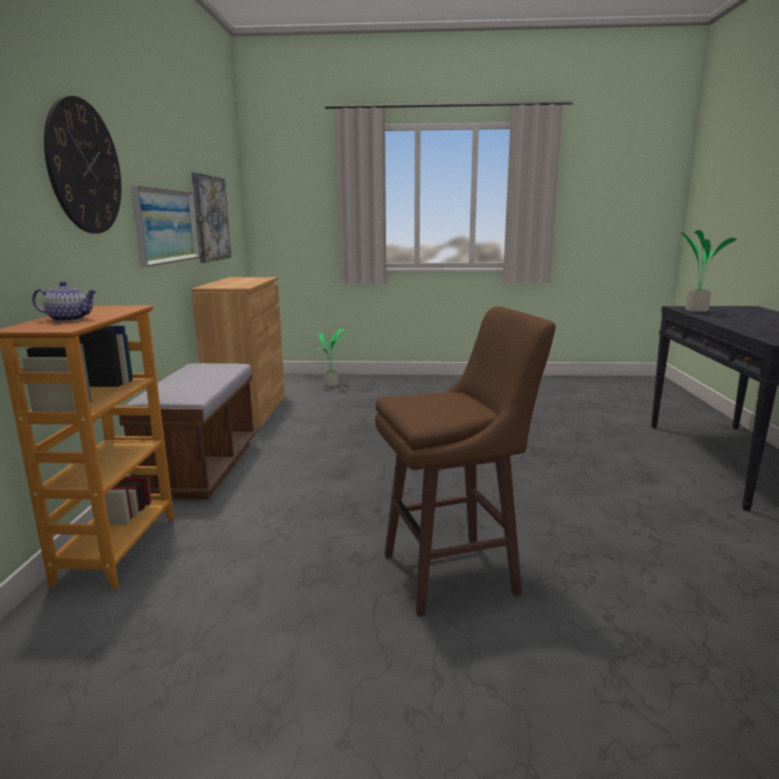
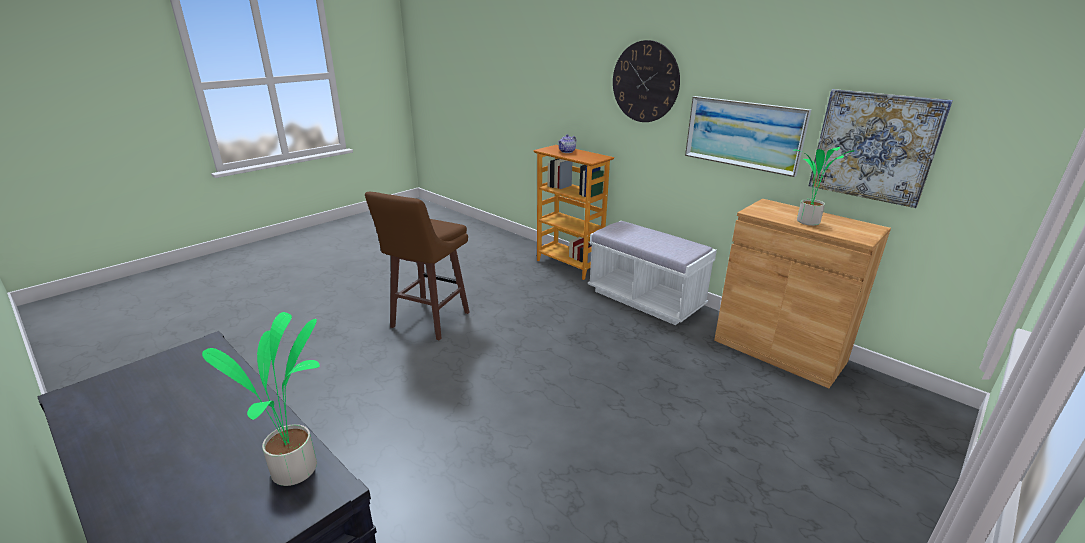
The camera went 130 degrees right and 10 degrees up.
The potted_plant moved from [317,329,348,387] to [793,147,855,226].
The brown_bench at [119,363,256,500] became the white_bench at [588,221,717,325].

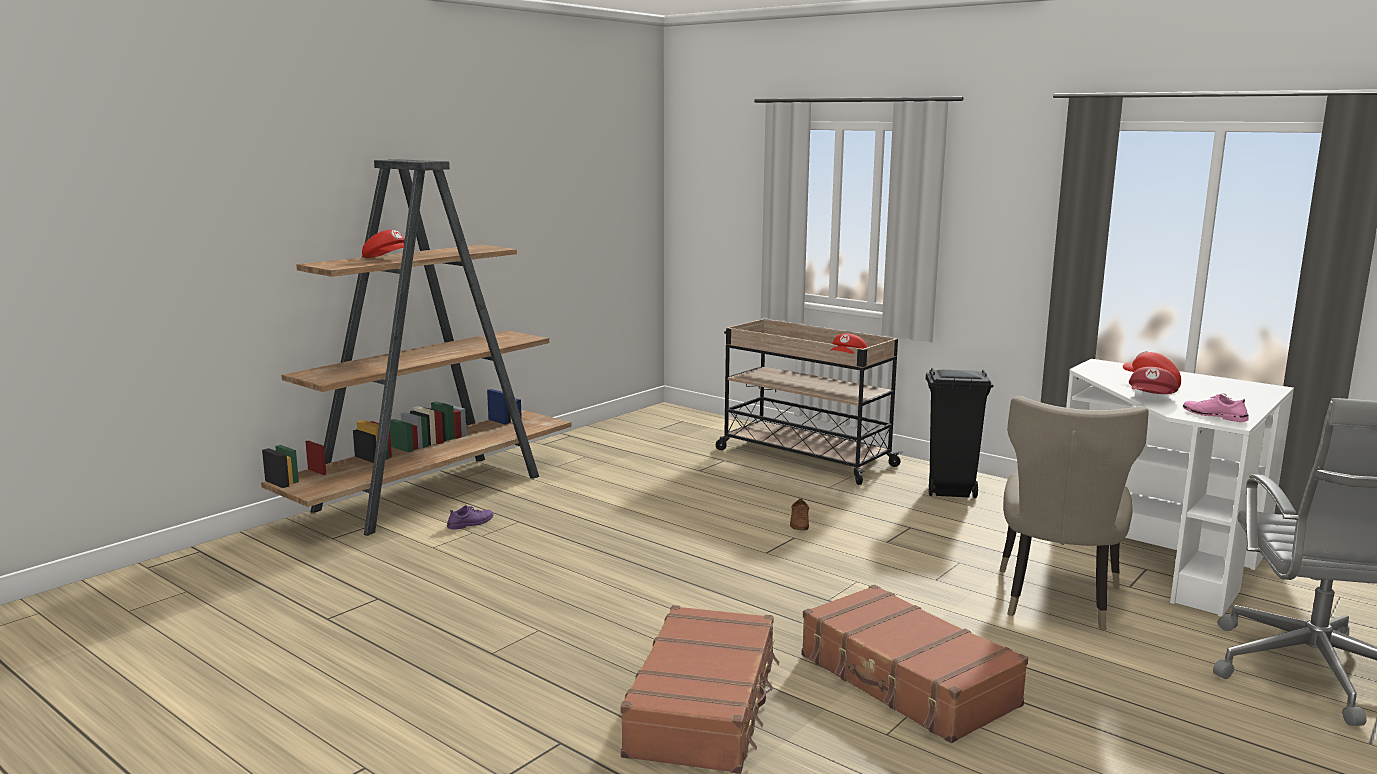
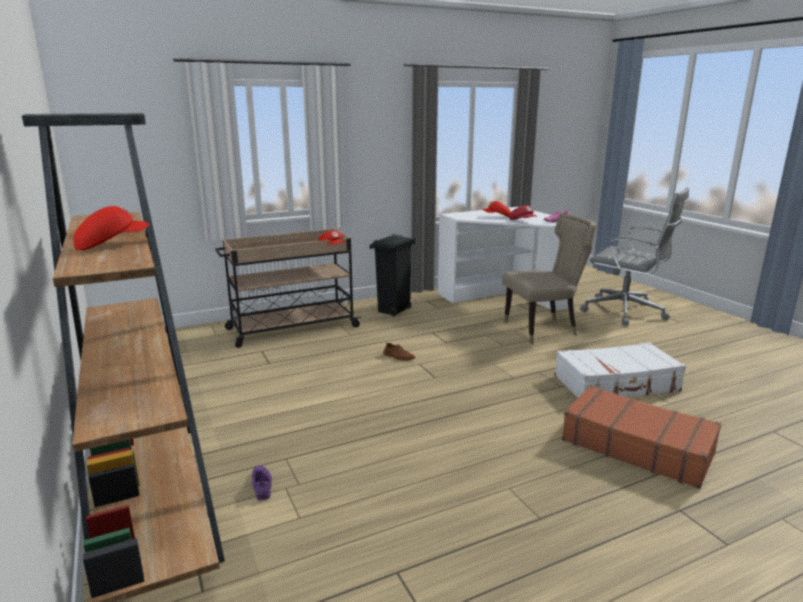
The camera went 65 degrees left and 5 degrees up.
The beige_chair at [999,396,1149,630] turned 60 degrees counterclockwise.
The brown_suitcase at [801,584,1028,743] became the white_suitcase at [555,342,686,397].

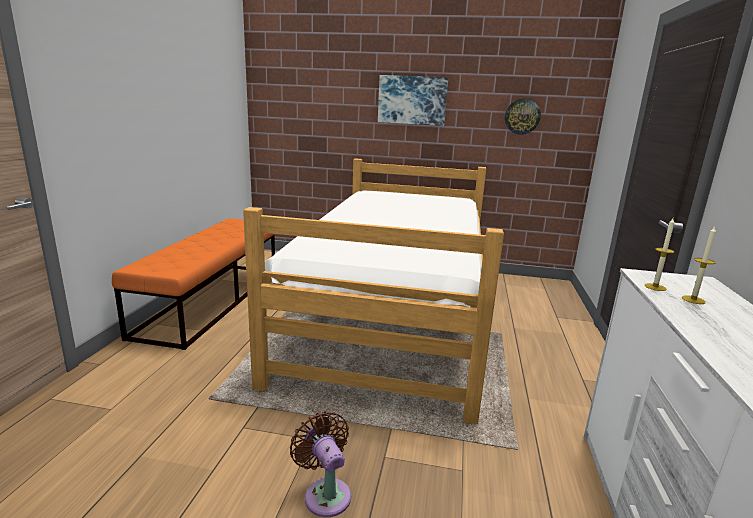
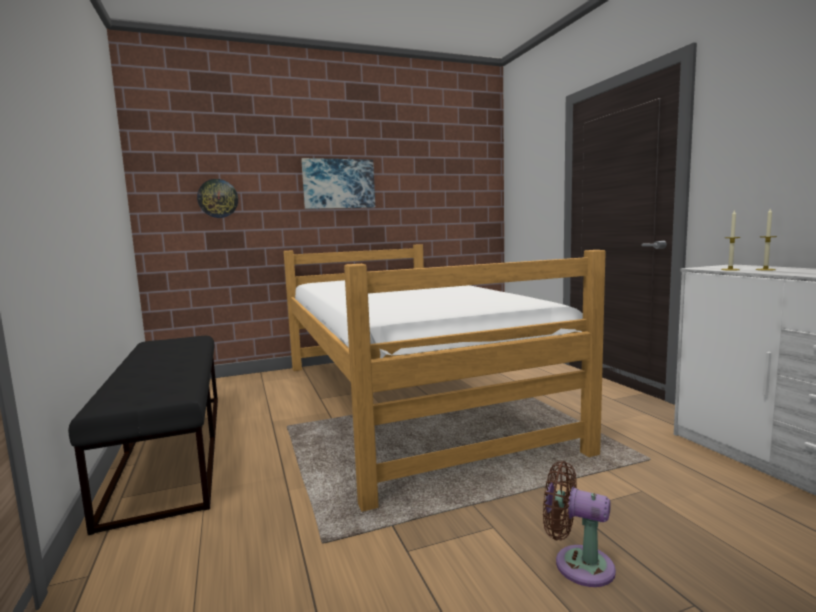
The camera went 30 degrees left and 10 degrees down.
The wall_clock moved from [505,98,541,135] to [197,179,238,218].
The orange_bench at [112,218,275,350] became the black_bench at [68,336,218,535].

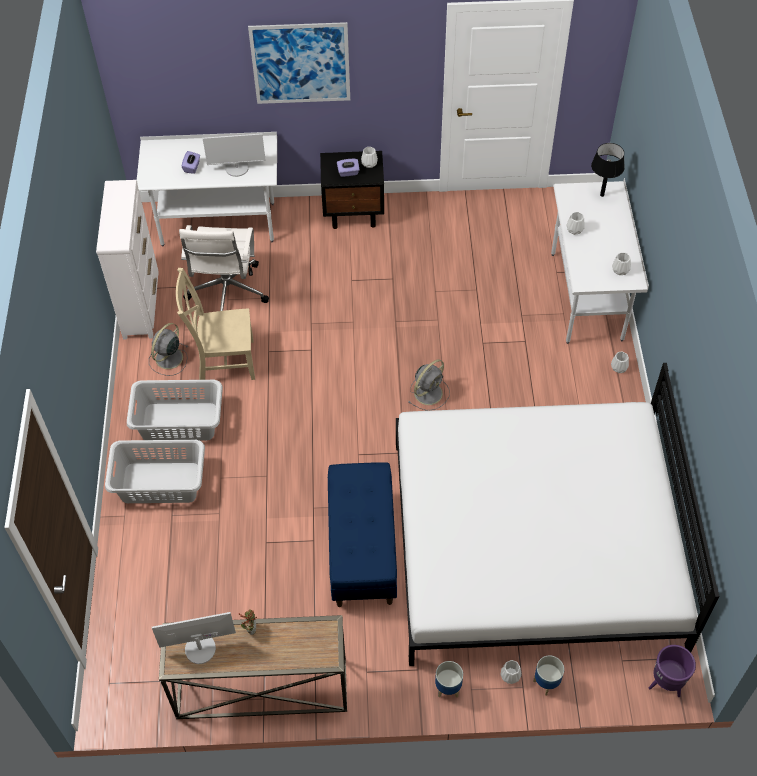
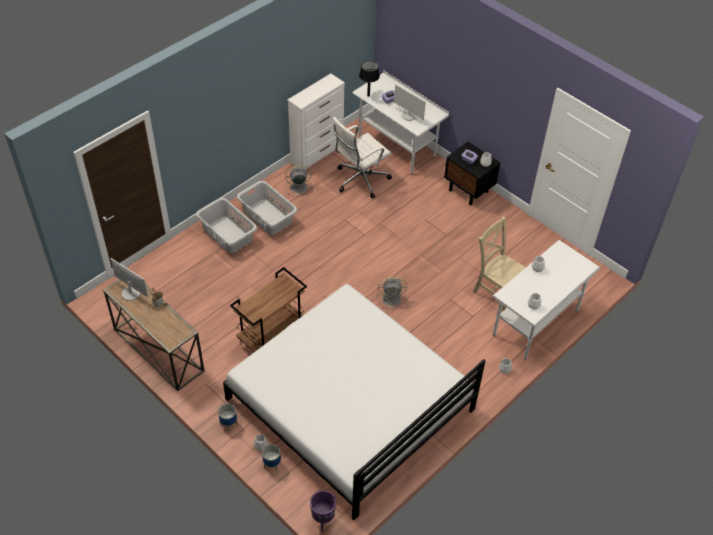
The camera went 45 degrees right and 5 degrees down.
The picture at [248,22,350,104] disappeared.
The black_table_lamp moved from [591,143,625,197] to [359,61,380,97].
The beige_chair moved from [176,268,255,380] to [473,216,526,312].
The blue_bench at [328,462,397,607] was replaced by the brown_cart at [230,267,307,352].

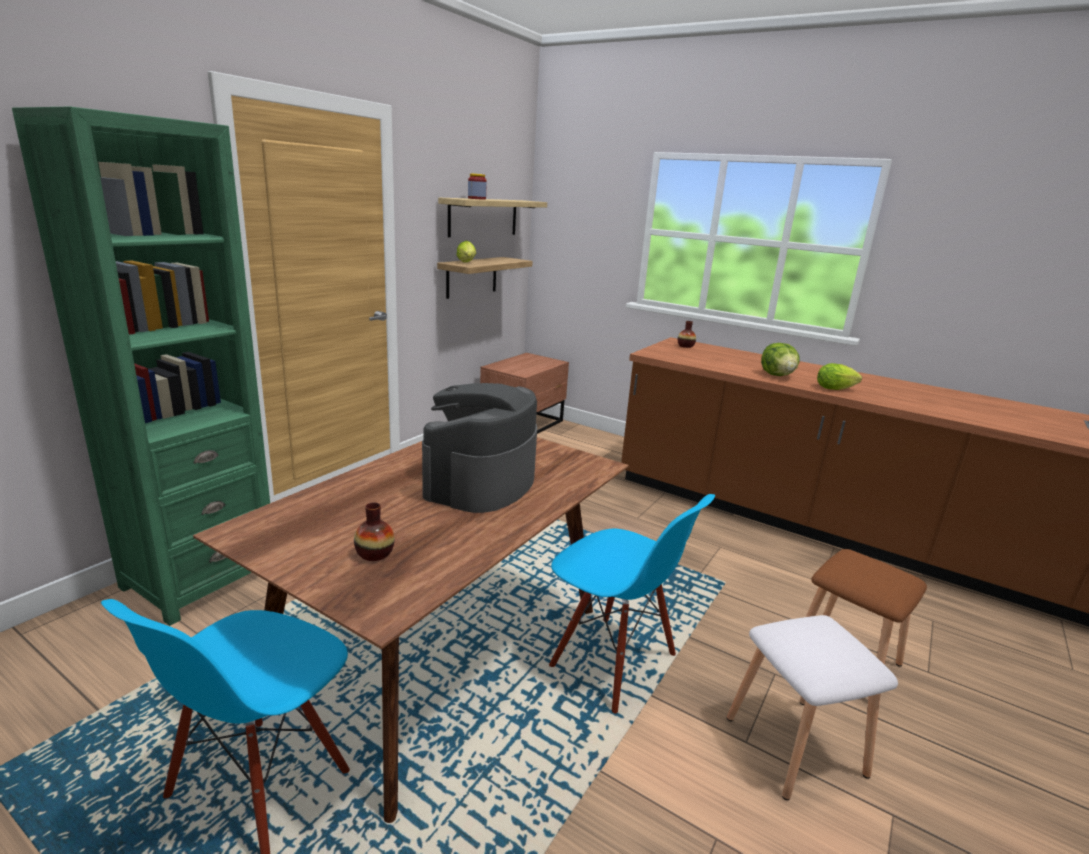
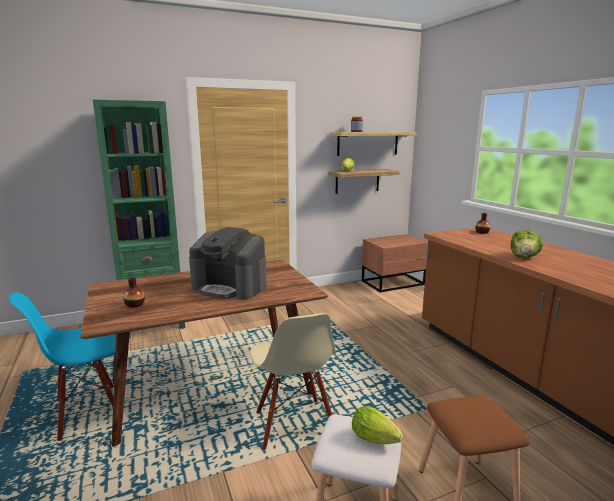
The camera went 35 degrees right and 5 degrees down.
The lettuce moved from [817,363,862,390] to [352,406,403,444].
The coffee_machine at [422,383,537,513] turned 120 degrees counterclockwise.
The blue_chair at [549,494,715,714] became the beige_chair at [250,313,336,450].

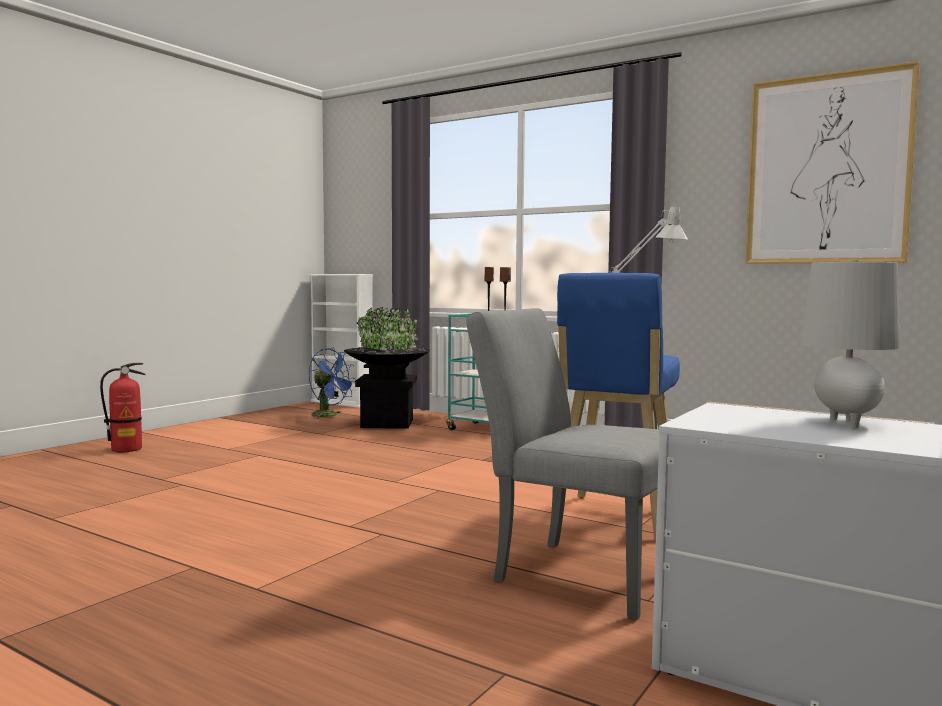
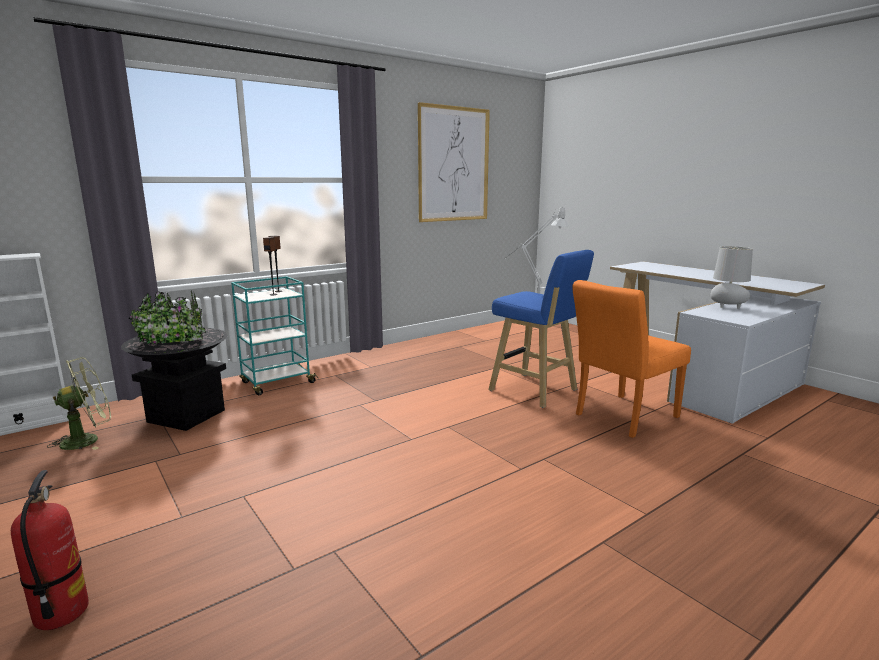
The camera went 70 degrees left and 10 degrees up.
The grey_chair at [466,308,659,620] became the orange_chair at [572,280,691,438].
The blue_fan at [309,348,356,419] became the green_fan at [47,357,111,450].

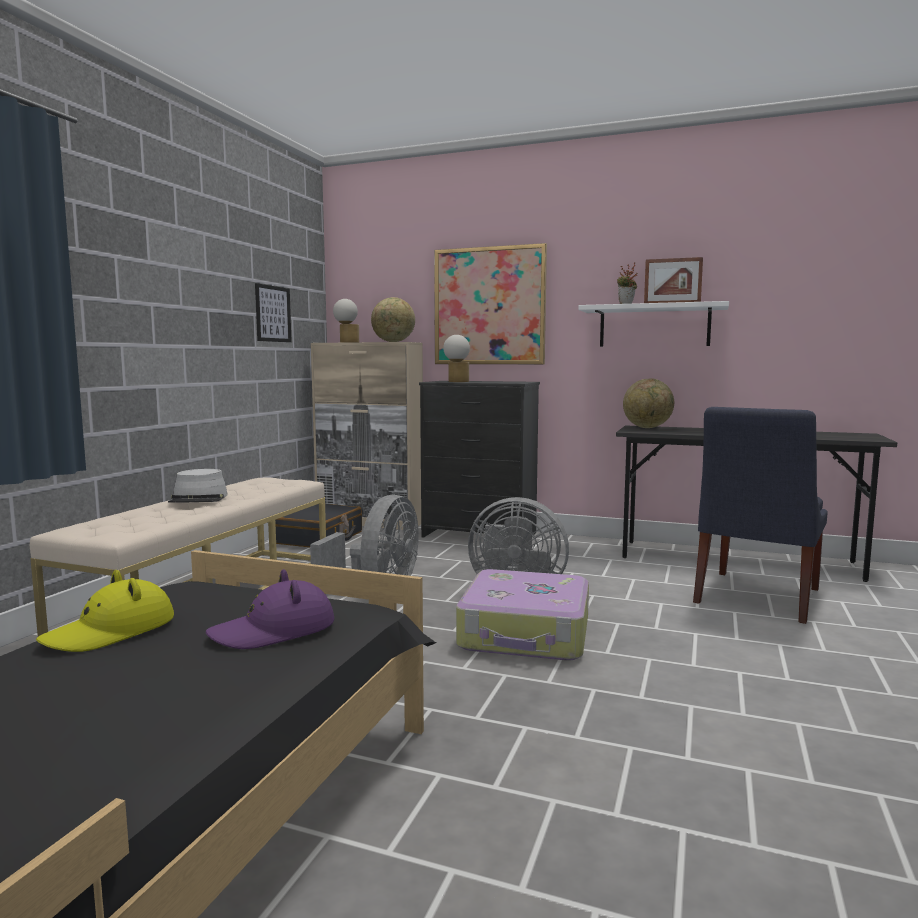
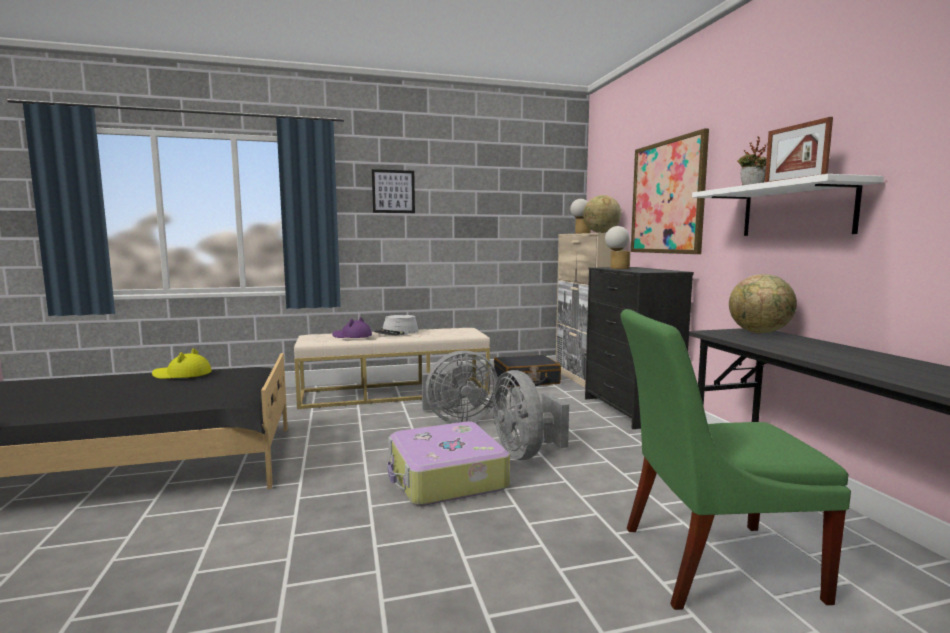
The camera went 55 degrees right and 0 degrees up.
The picture moved from [255,283,292,342] to [372,169,415,213].
The blue_chair at [693,407,828,624] became the green_chair at [620,309,851,610].
The purple_hat moved from [206,569,334,649] to [332,317,372,338].

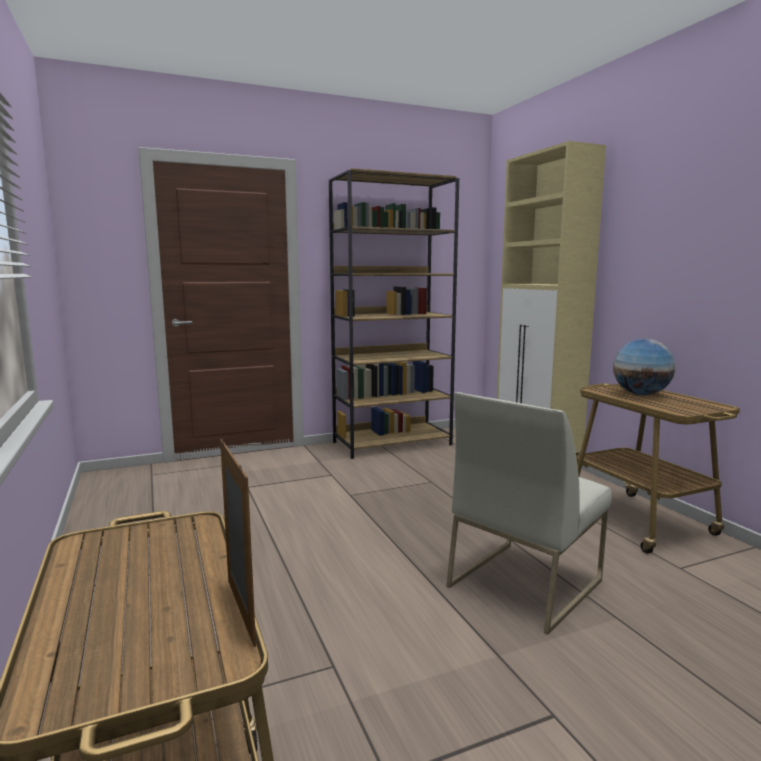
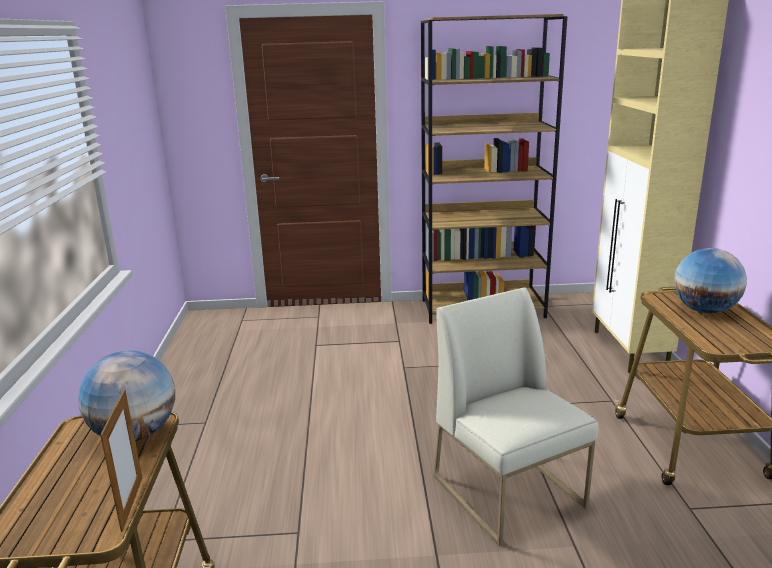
The camera went 20 degrees right and 10 degrees up.
The white_chair at [446,392,612,635] turned 90 degrees clockwise.
The globe at [78,350,175,441] appeared.

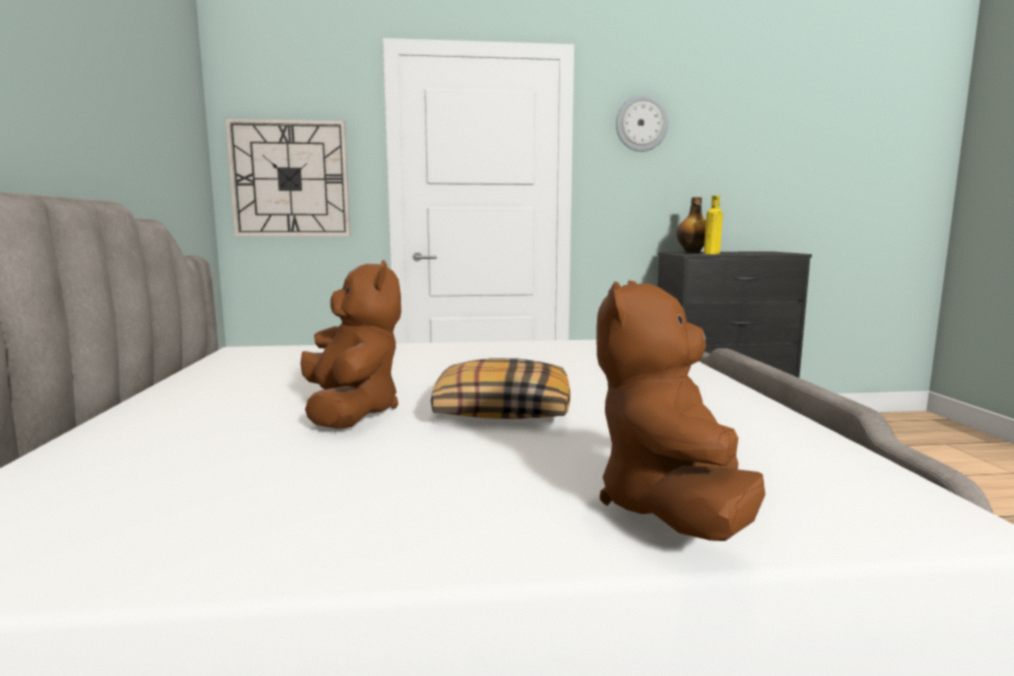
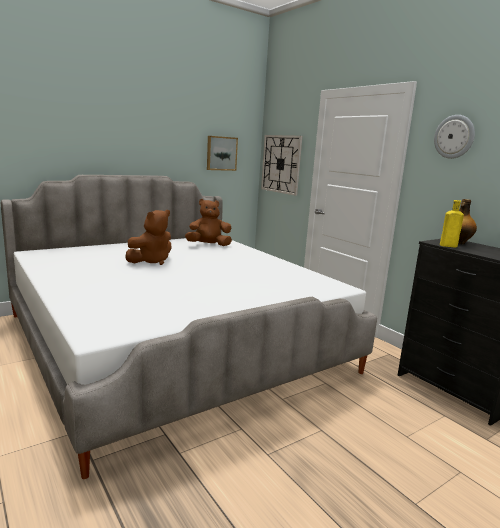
The camera went 60 degrees right and 5 degrees up.
The brown_plush_toy moved from [596,280,765,541] to [185,199,232,246].
The pillow at [431,358,570,419] disappeared.
The picture at [207,136,238,171] appeared.

